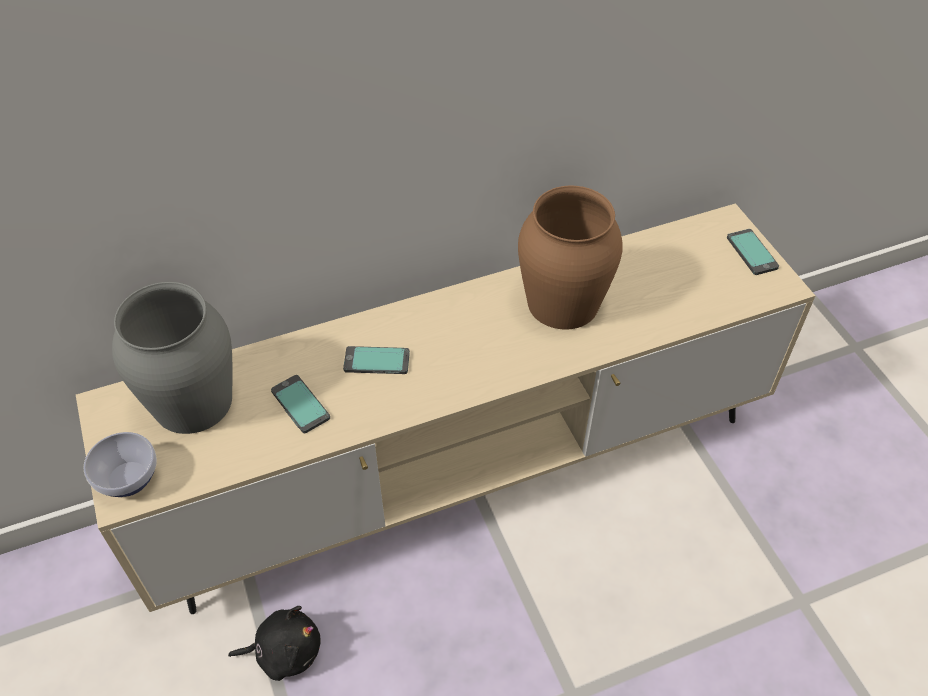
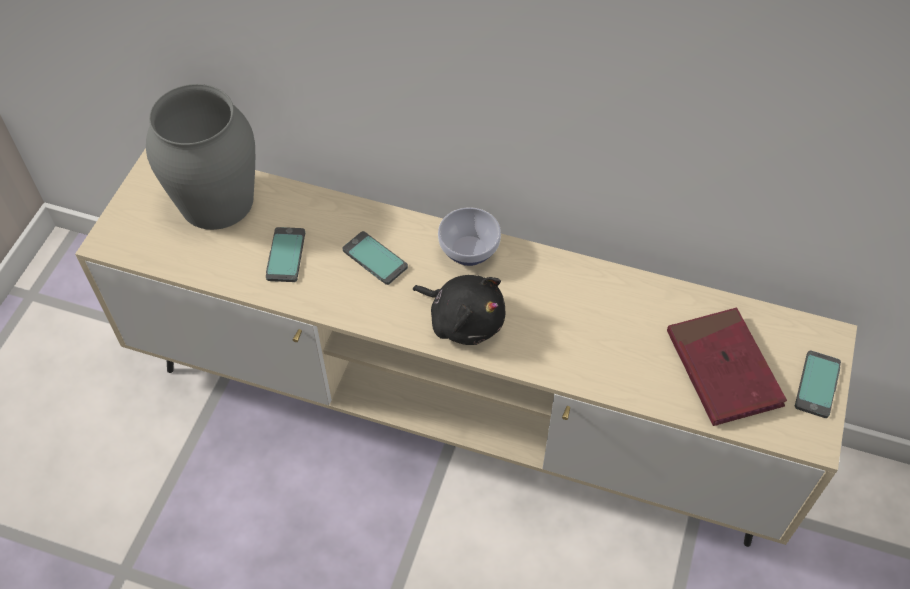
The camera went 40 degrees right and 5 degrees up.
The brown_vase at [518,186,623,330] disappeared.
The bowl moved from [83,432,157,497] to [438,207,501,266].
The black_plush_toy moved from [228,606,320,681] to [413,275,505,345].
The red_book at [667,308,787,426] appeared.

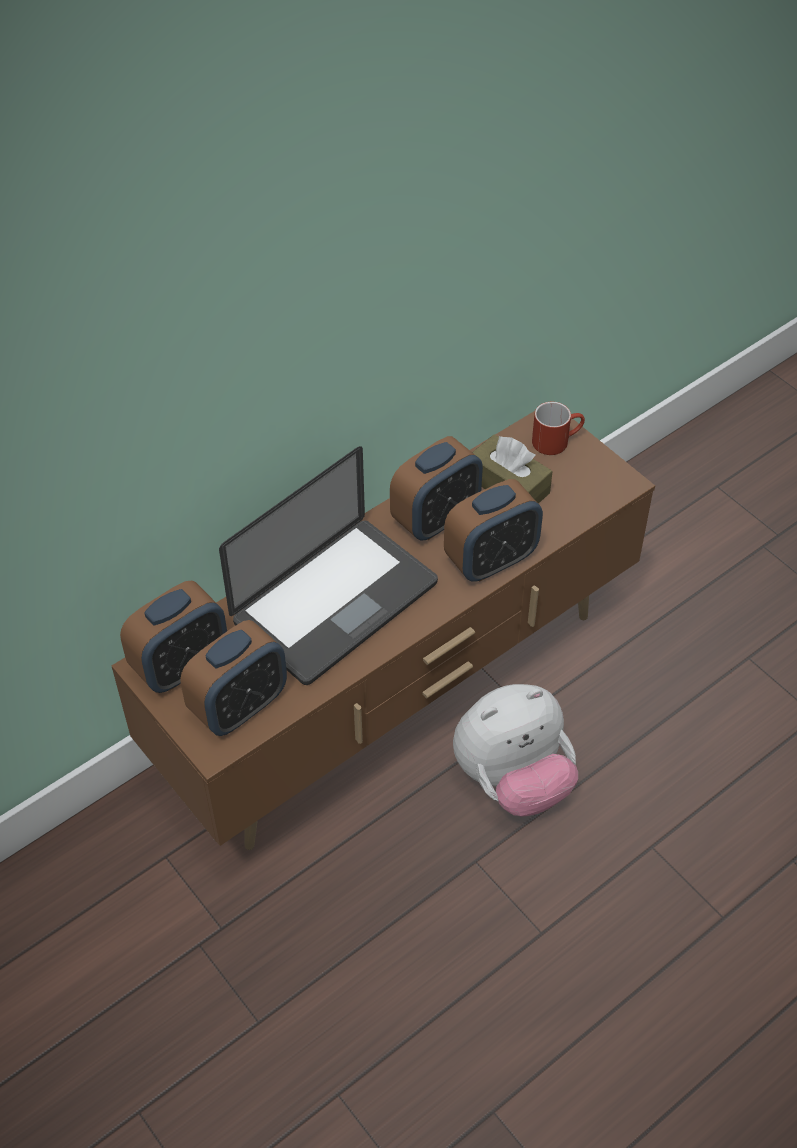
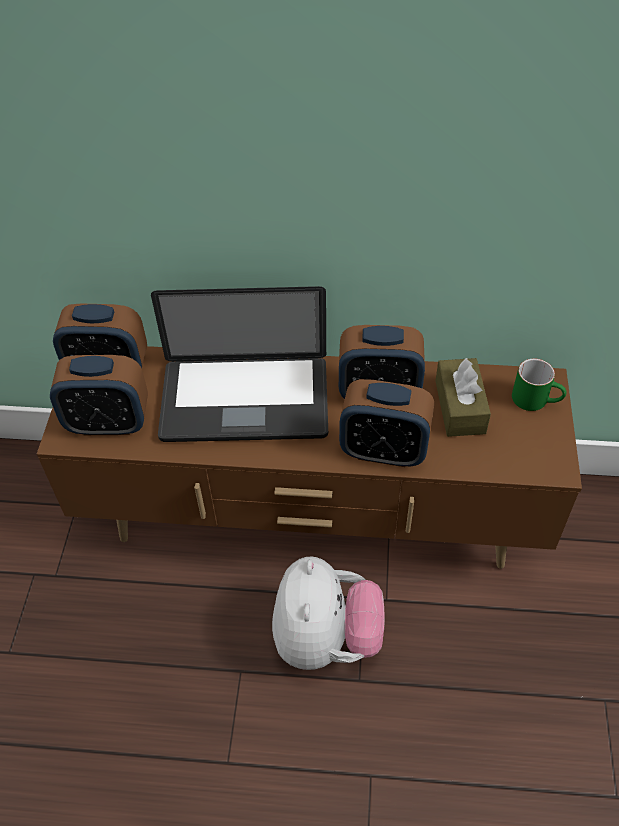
The camera went 45 degrees right and 0 degrees up.
The red_mug at [532,402,585,455] became the green_mug at [512,359,567,411].
The plush_toy at [453,684,578,817] turned 105 degrees counterclockwise.

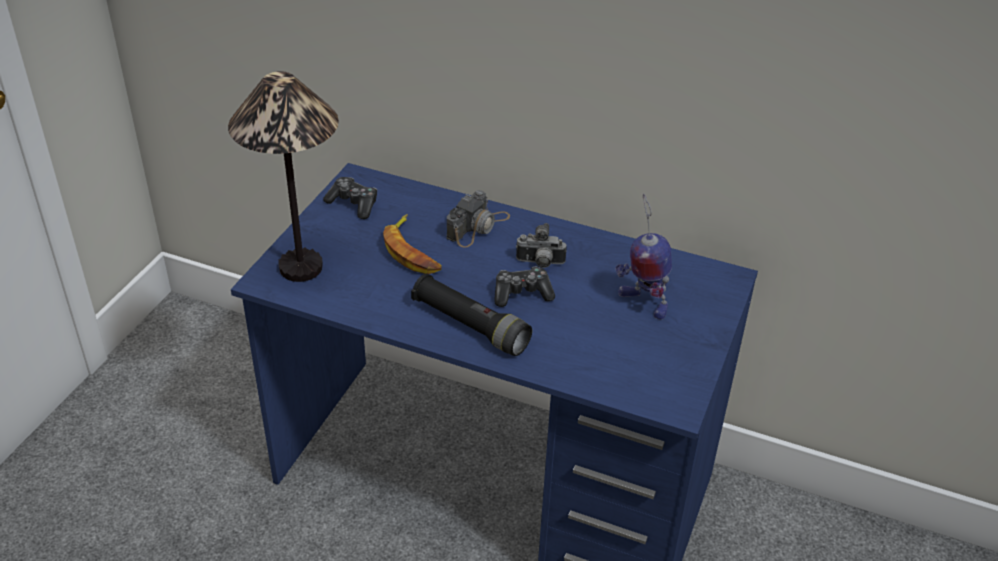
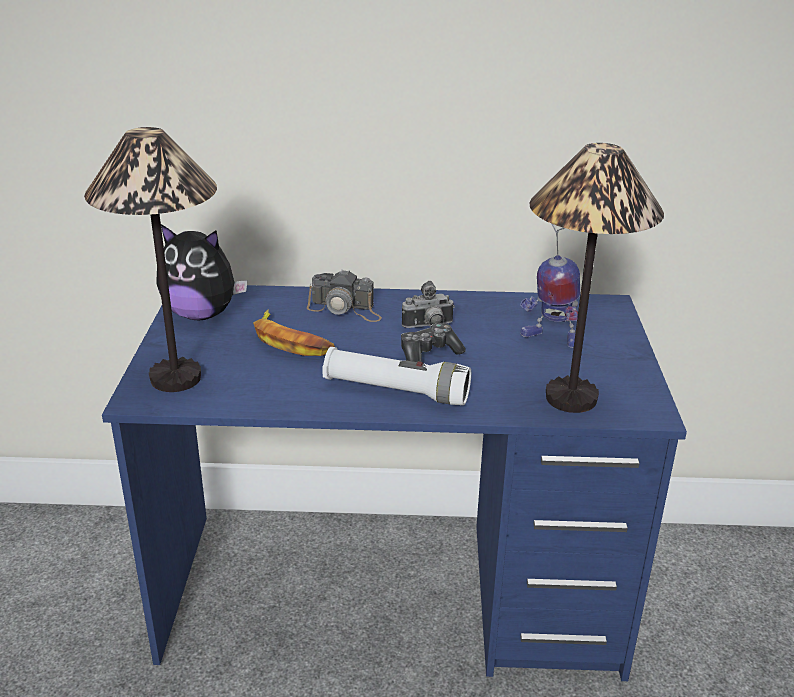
The camera went 20 degrees left and 10 degrees down.
The game_controller at [323,177,377,219] was replaced by the plush_toy at [156,224,247,320].
The photo_camera at [447,190,510,248] turned 90 degrees clockwise.
The black_flashlight at [411,274,532,356] became the white_flashlight at [322,347,471,405].
The table_lamp at [529,143,664,413] appeared.

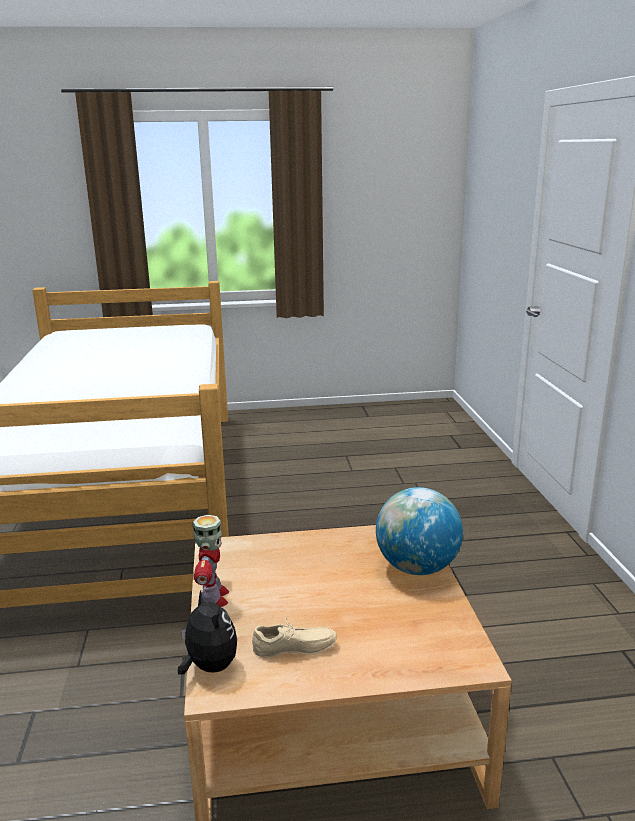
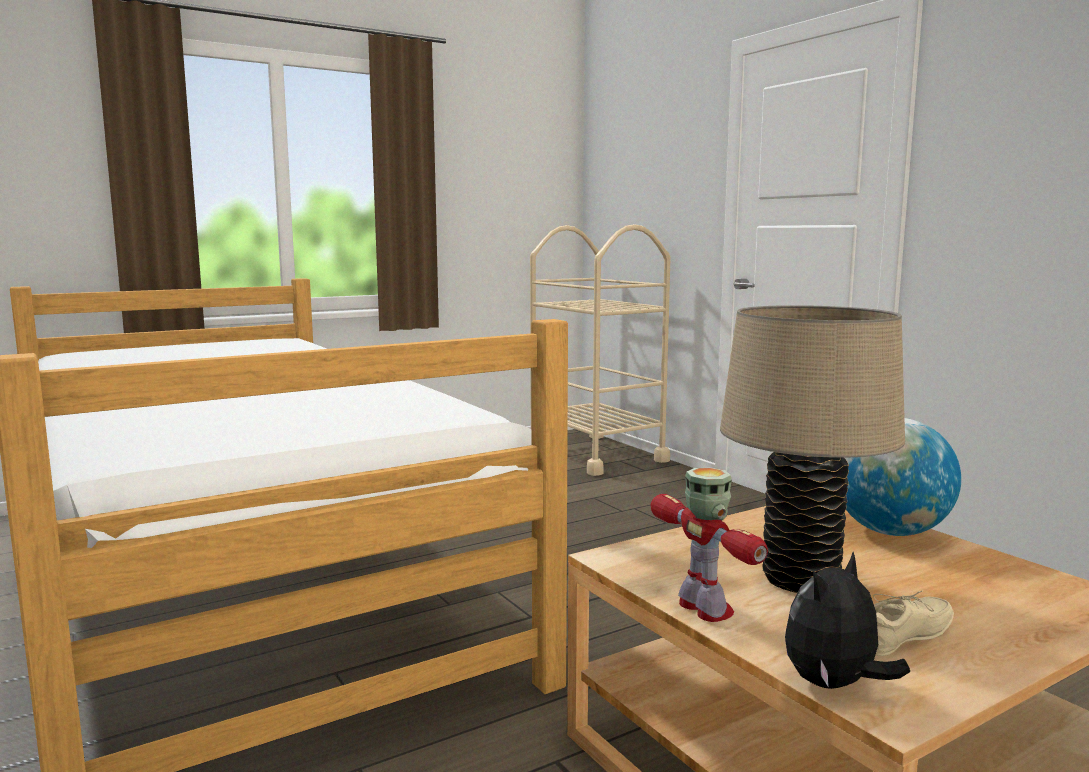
The camera went 25 degrees left and 10 degrees down.
The plush_toy at [178,590,237,675] turned 75 degrees counterclockwise.
The beige_cart at [530,224,671,476] appeared.
The beige_table_lamp at [720,305,905,593] appeared.

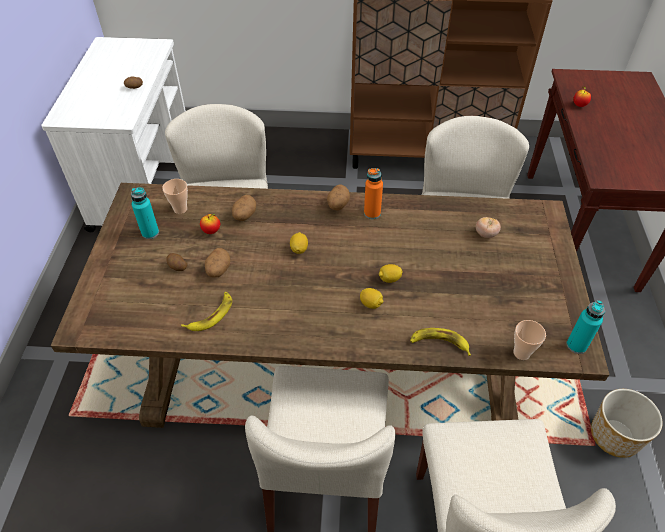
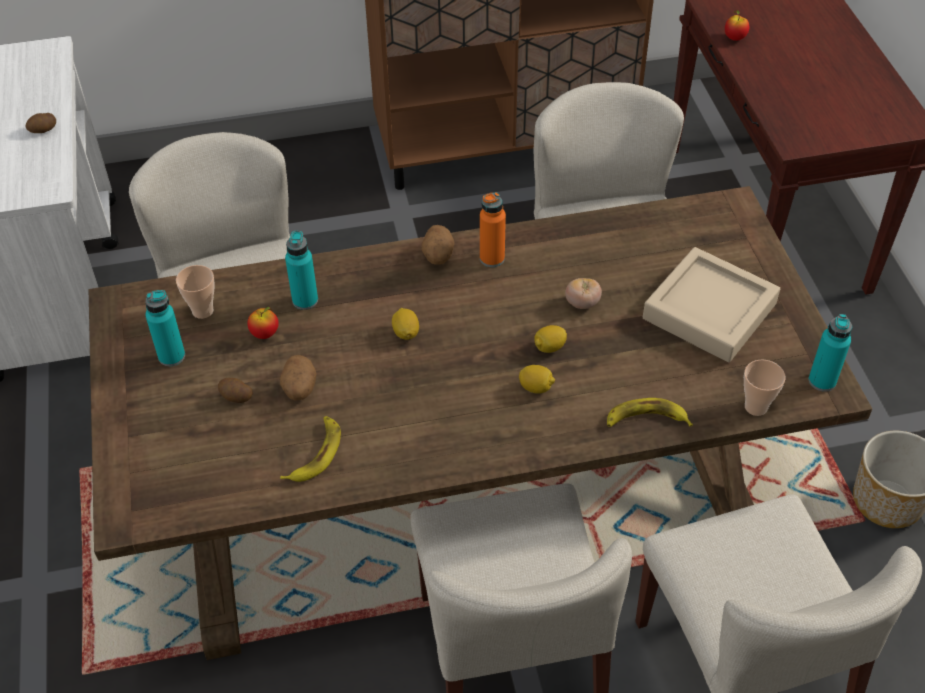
The camera went 15 degrees left and 0 degrees up.
The potato at [232,195,256,221] was replaced by the turquoise_bottle at [285,231,318,310].
The tomato moved from [476,217,501,238] to [565,278,602,309].
The beige_tray at [643,247,780,362] appeared.

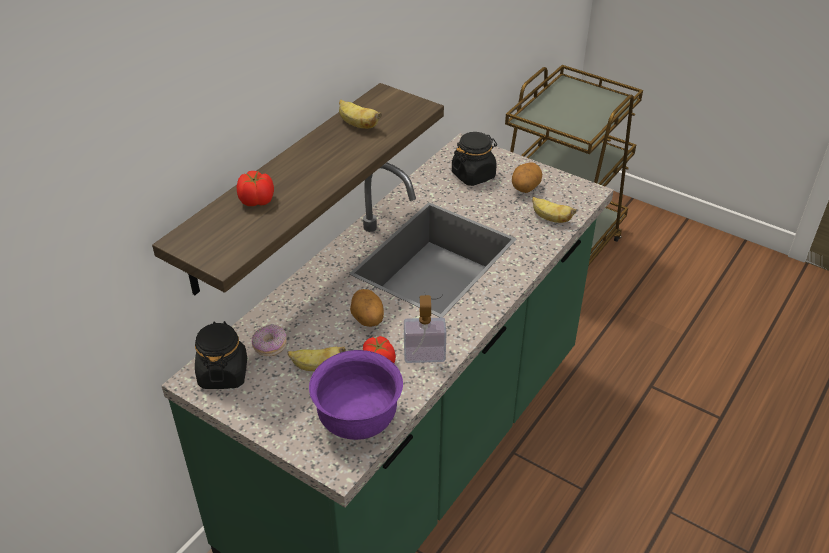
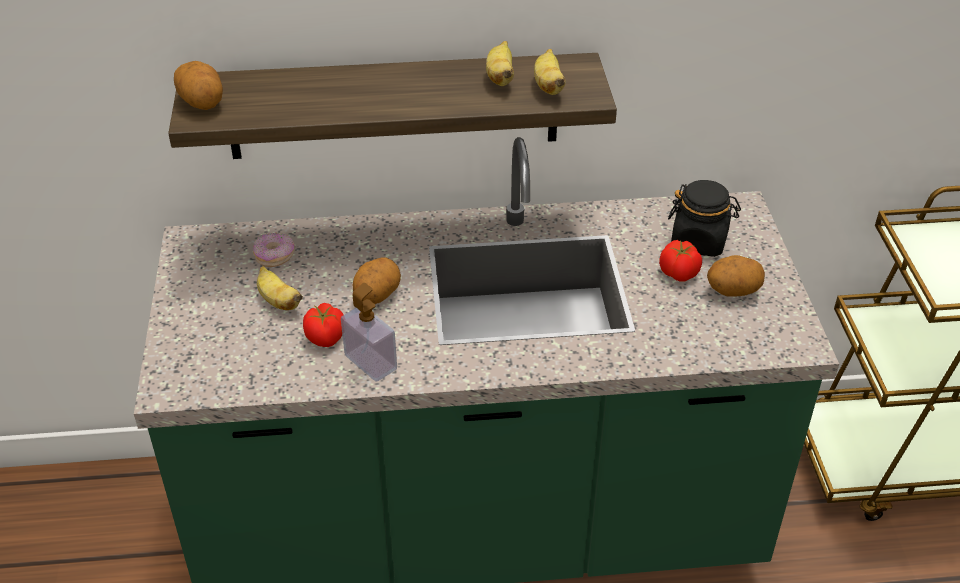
The camera went 50 degrees right and 0 degrees up.
The tomato moved from [237,171,274,206] to [659,240,702,281].
The banana moved from [532,197,577,223] to [534,49,566,95].
The black_jar at [195,321,247,389] disappeared.
The purple_bowl at [309,350,403,440] disappeared.
The potato at [174,61,223,110] appeared.

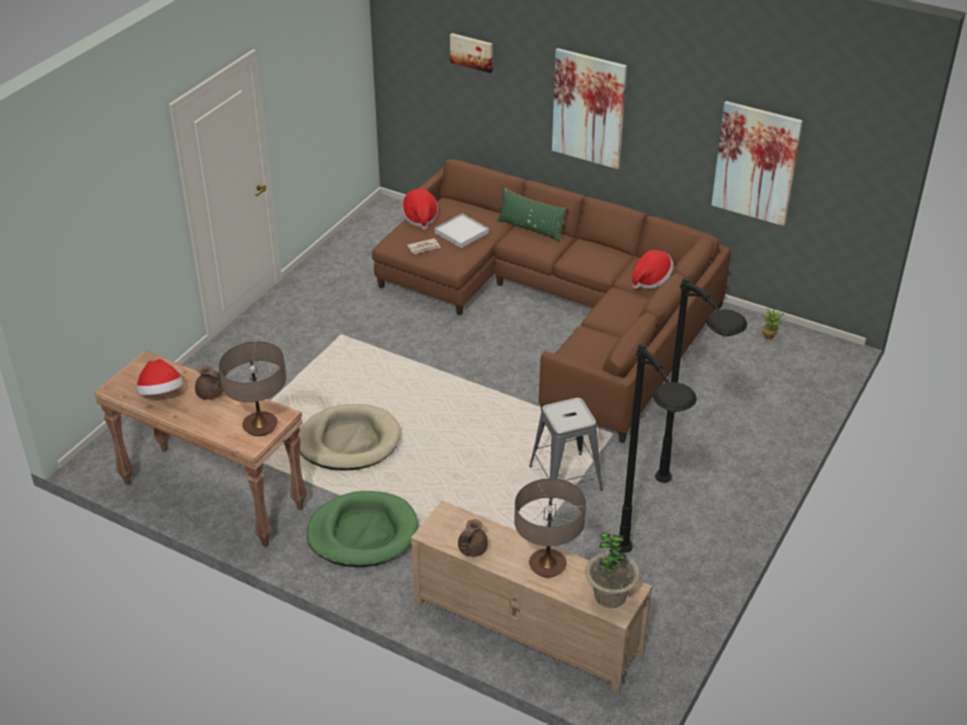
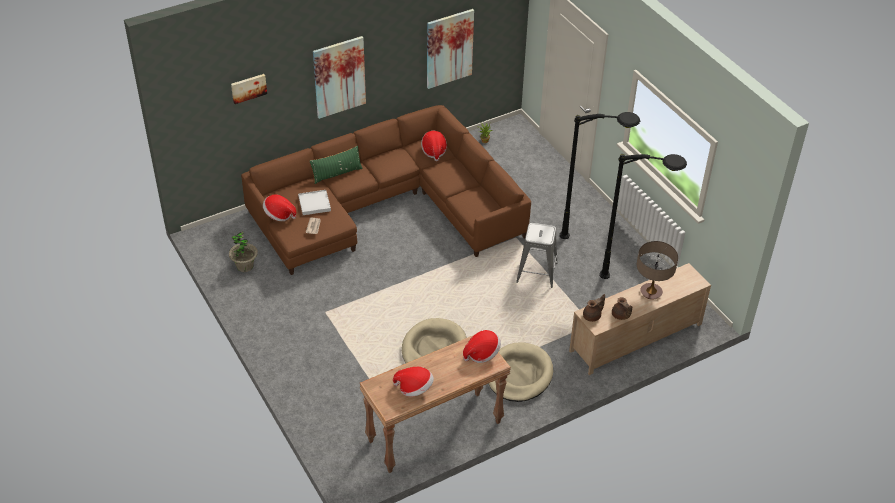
The camera went 60 degrees left and 5 degrees up.
The table_lamp at [219,341,286,436] was replaced by the hat at [463,330,501,363].
The brown_teapot moved from [195,365,223,400] to [583,294,605,322].
The green_dog_bed at [306,491,419,567] became the beige_dog_bed at [488,342,553,402].
The potted_plant moved from [585,533,640,608] to [229,231,258,272].

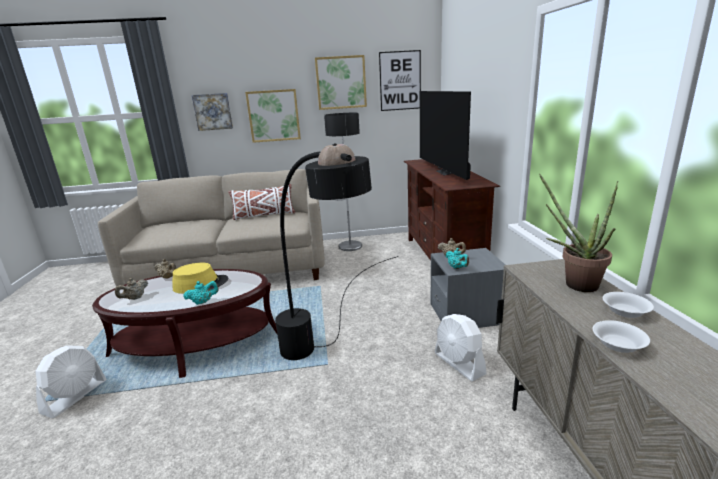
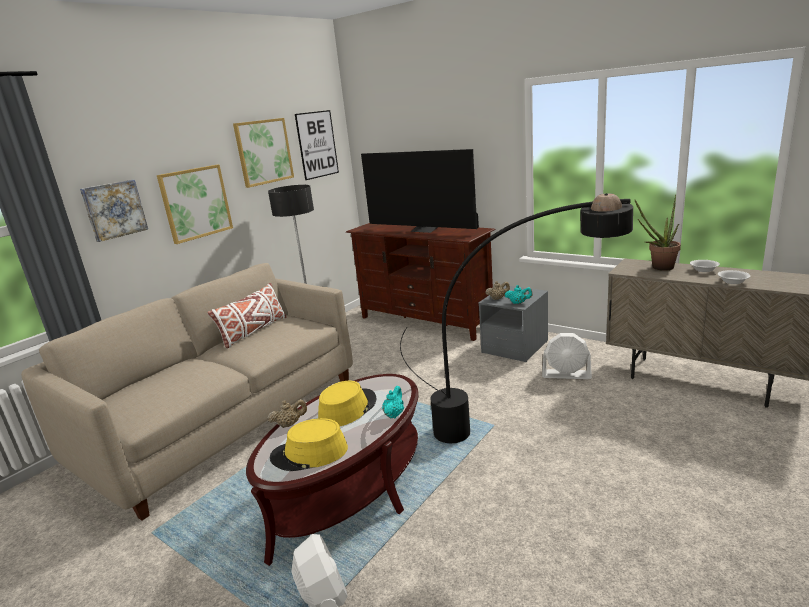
The camera went 45 degrees left and 0 degrees up.
The beige_teapot at [115,278,148,300] was replaced by the yellow_hat at [270,418,348,471].

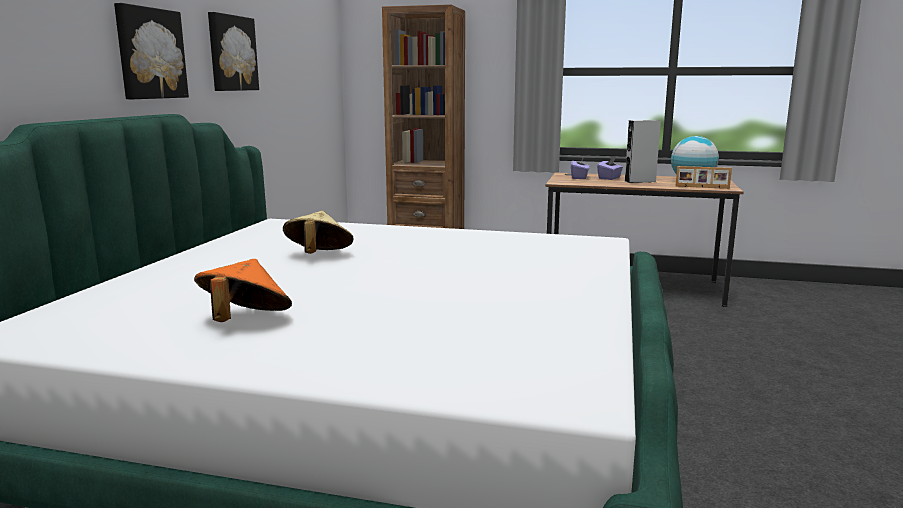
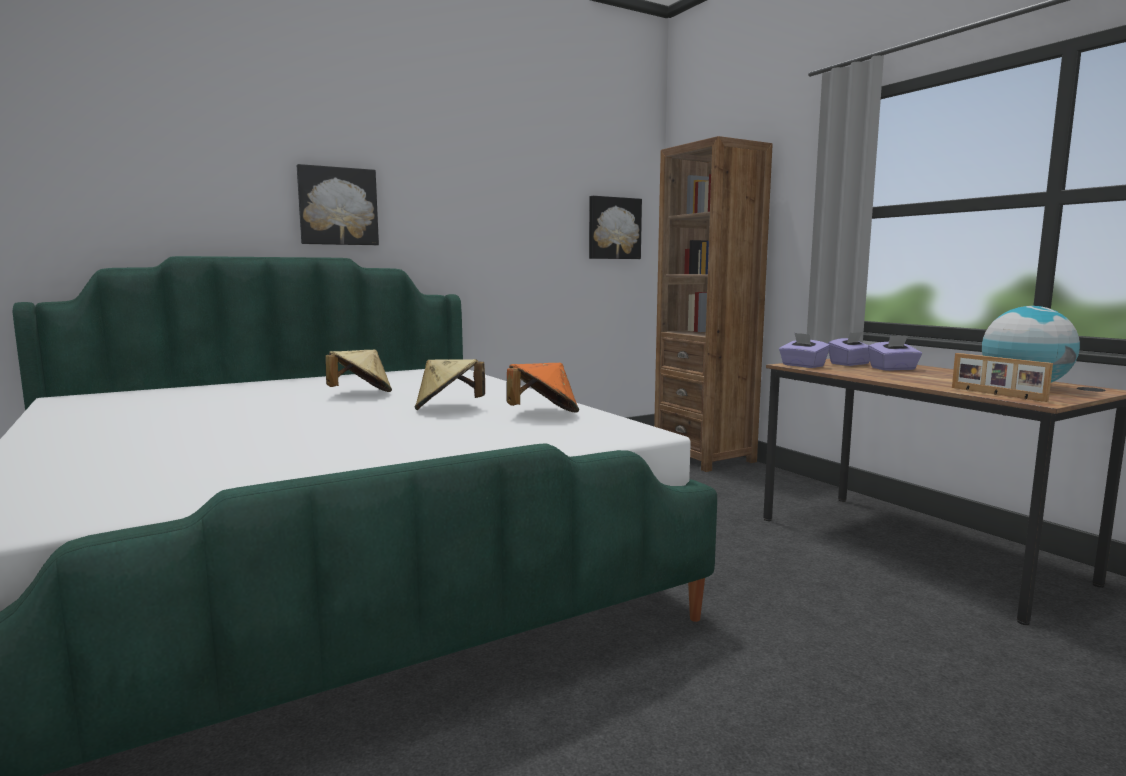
The camera went 45 degrees right and 5 degrees down.
The picture moved from [208,12,259,91] to [589,196,642,259].
The grey_speaker at [625,120,661,183] disappeared.
The orange_hat moved from [194,259,292,322] to [506,363,579,413].
The purple_tissue_box at [779,333,830,368] appeared.
The beige_hat at [415,359,485,410] appeared.

